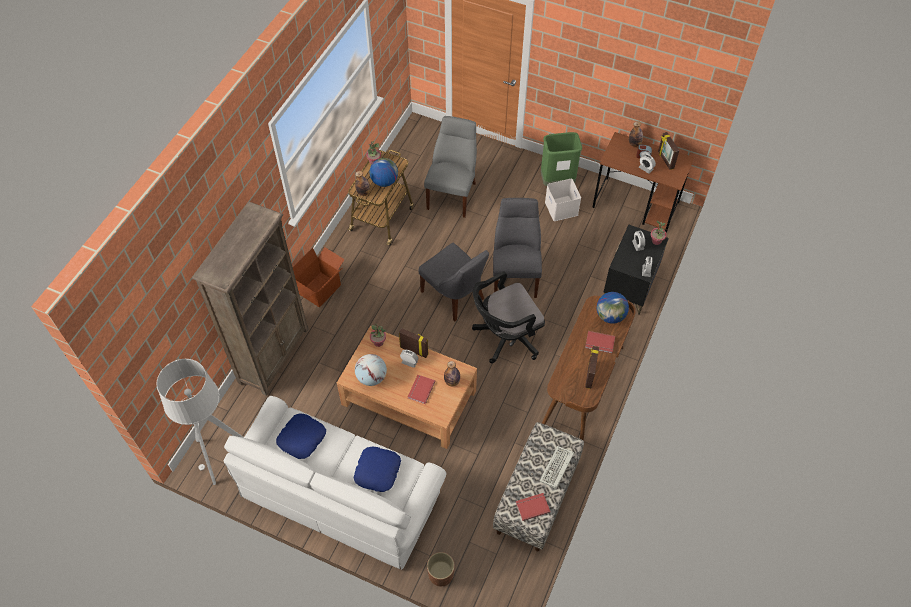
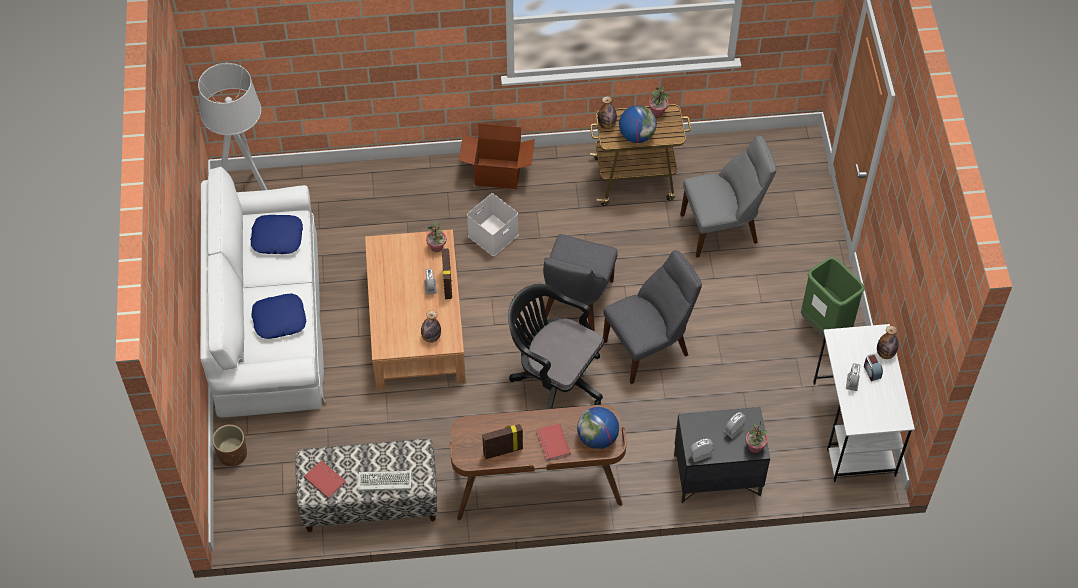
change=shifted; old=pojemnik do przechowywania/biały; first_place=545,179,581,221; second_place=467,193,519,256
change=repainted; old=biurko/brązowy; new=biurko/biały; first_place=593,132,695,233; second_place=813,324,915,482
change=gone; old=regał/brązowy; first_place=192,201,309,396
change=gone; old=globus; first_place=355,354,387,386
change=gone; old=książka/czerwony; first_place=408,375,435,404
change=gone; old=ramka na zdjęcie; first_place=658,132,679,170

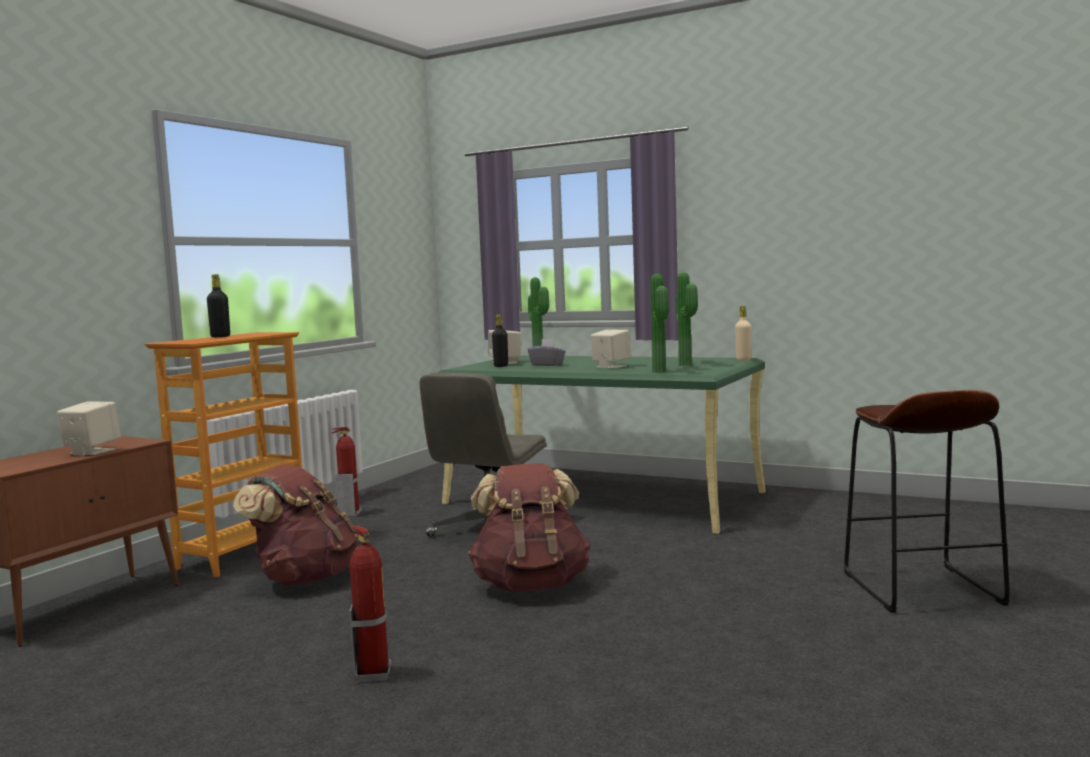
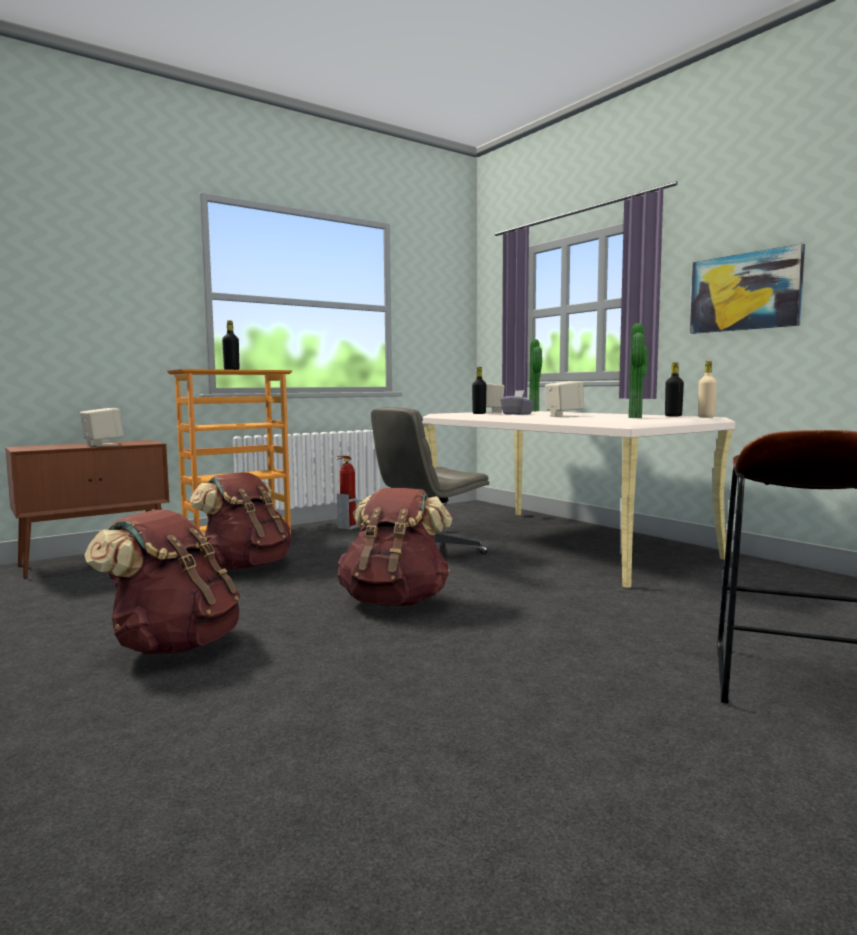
change=swapped; old=gaśnica; new=plecak/brązowy; first_place=349,526,391,683; second_place=84,510,241,654
change=repainted; old=biurko/zielony; new=biurko/beżowy; first_place=439,355,766,534; second_place=422,411,735,588
change=new; new=butelka/czarny; second_place=665,362,684,416
change=new; new=obraz; second_place=690,244,805,334
change=gone; old=roślina doniczkowa; first_place=650,274,669,373

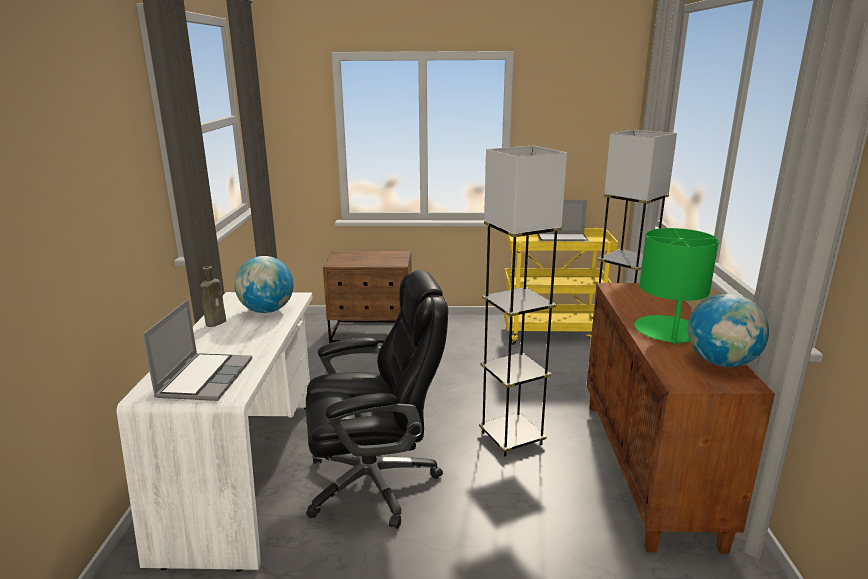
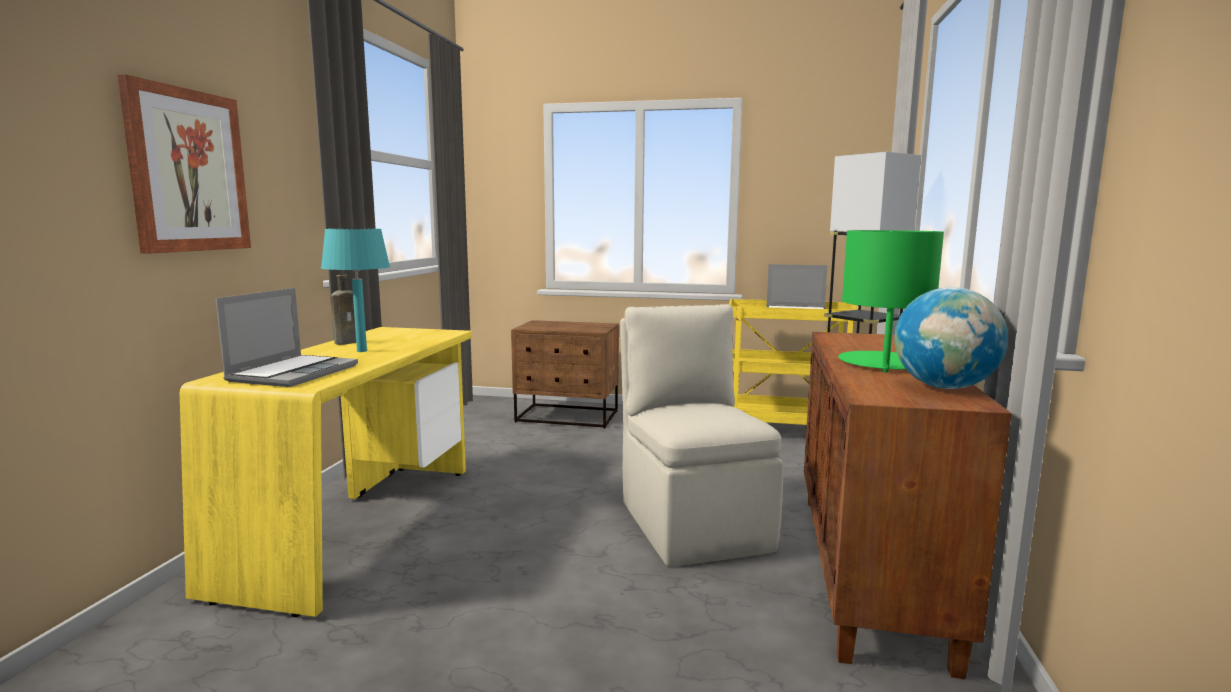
change=new; new=obraz; second_place=117,74,251,254
change=repainted; old=biurko/biały; new=biurko/żółty; first_place=117,292,313,572; second_place=180,327,472,617
change=new; new=lampa stołowa/turkusowy; second_place=321,228,390,352
change=swapped; old=lampa stojąca/szary; new=krzesło/beżowy; first_place=479,146,567,457; second_place=620,304,784,567
change=gone; old=globus; first_place=234,256,294,313
change=gone; old=krzesło biurowe/czarny; first_place=306,270,448,529

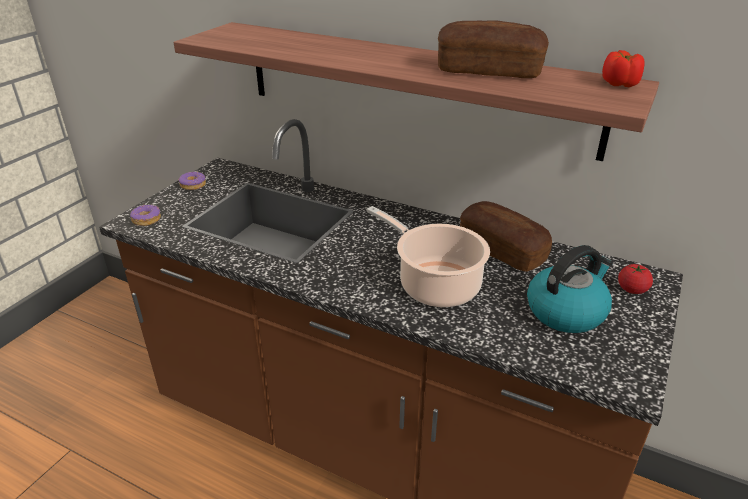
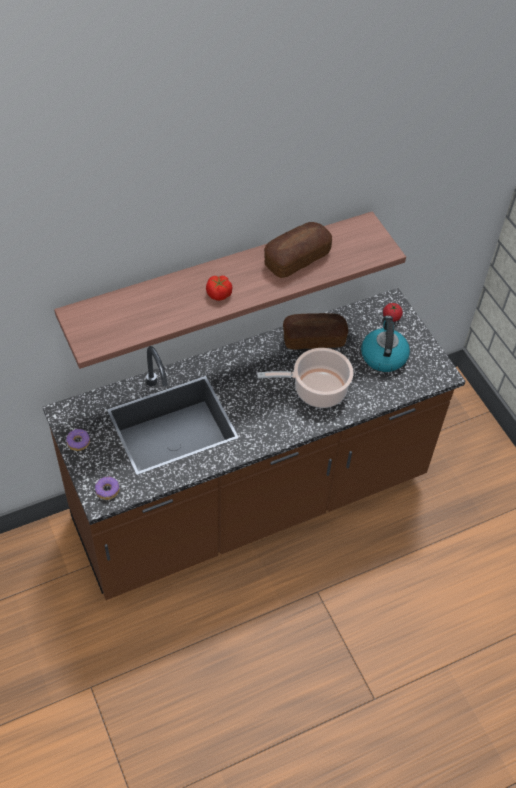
change=shifted; old=pomidor; first_place=602,50,645,87; second_place=206,276,232,301

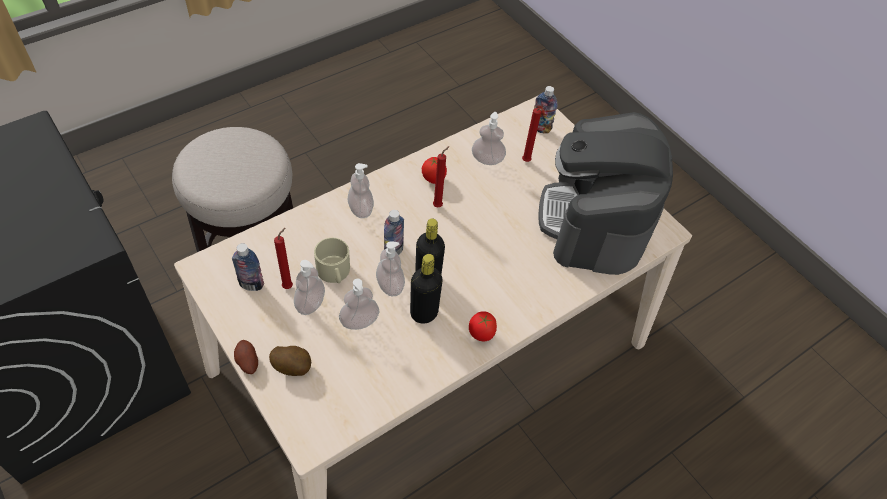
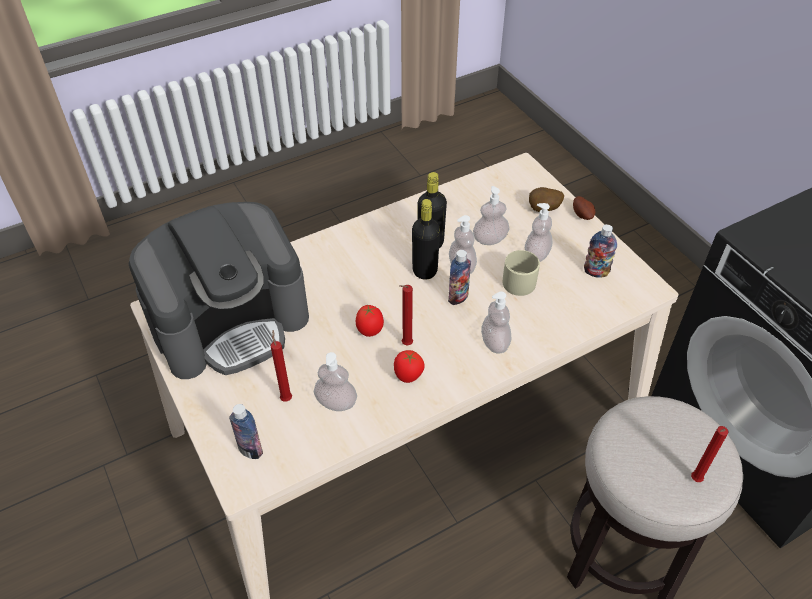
change=rotated; old=ekspres do kawy; first_place=538,112,673,275; second_place=129,202,309,379; degrees=45
change=shifted; old=pomidor; first_place=469,311,497,341; second_place=356,305,384,337
change=shifted; old=świeca/czerwony; first_place=274,228,293,289; second_place=691,426,729,482

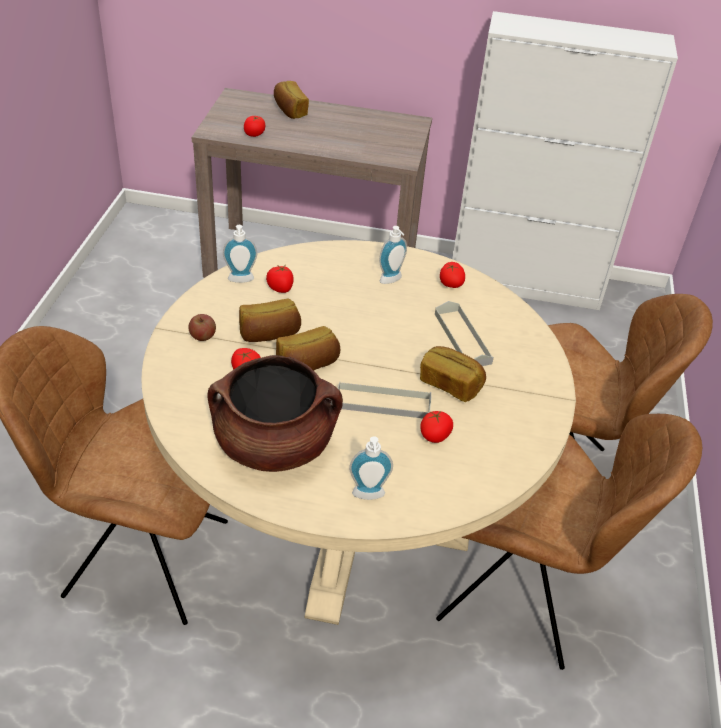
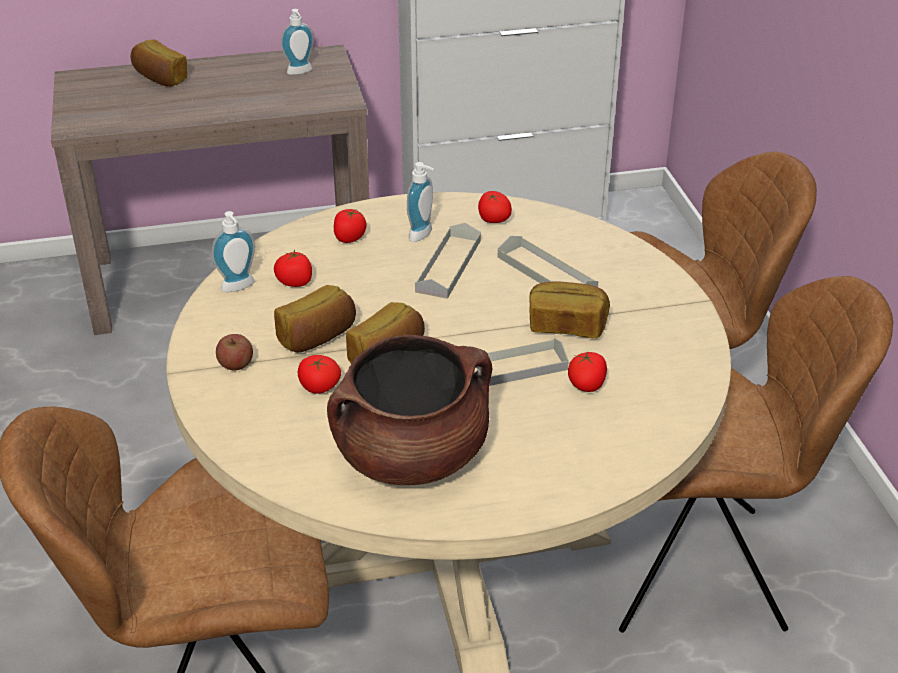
change=shifted; old=dozownik mydła; first_place=349,436,393,500; second_place=281,9,314,75
change=shifted; old=pomidor; first_place=244,116,265,137; second_place=334,209,366,243
change=new; new=taca/szary; second_place=415,223,481,299

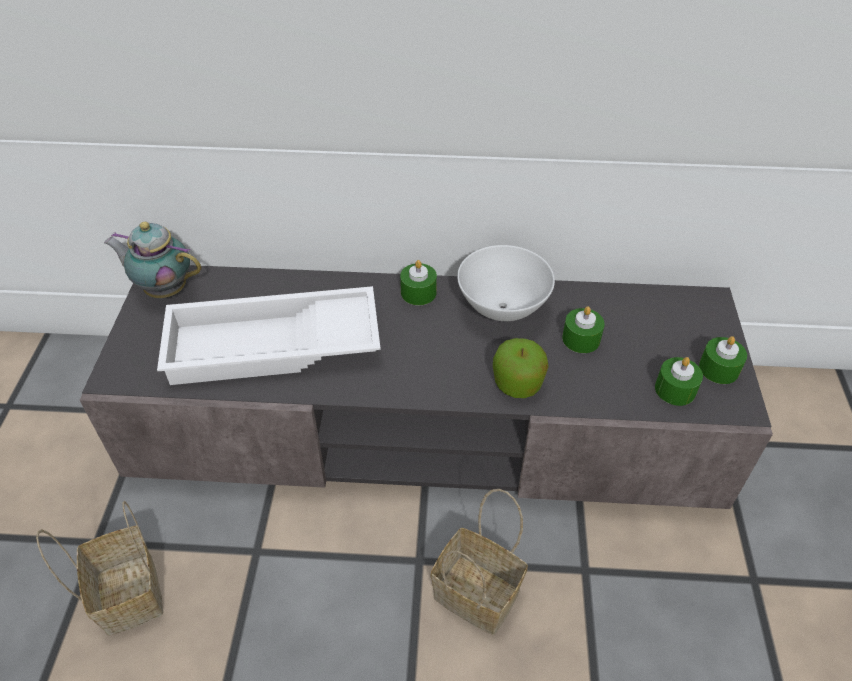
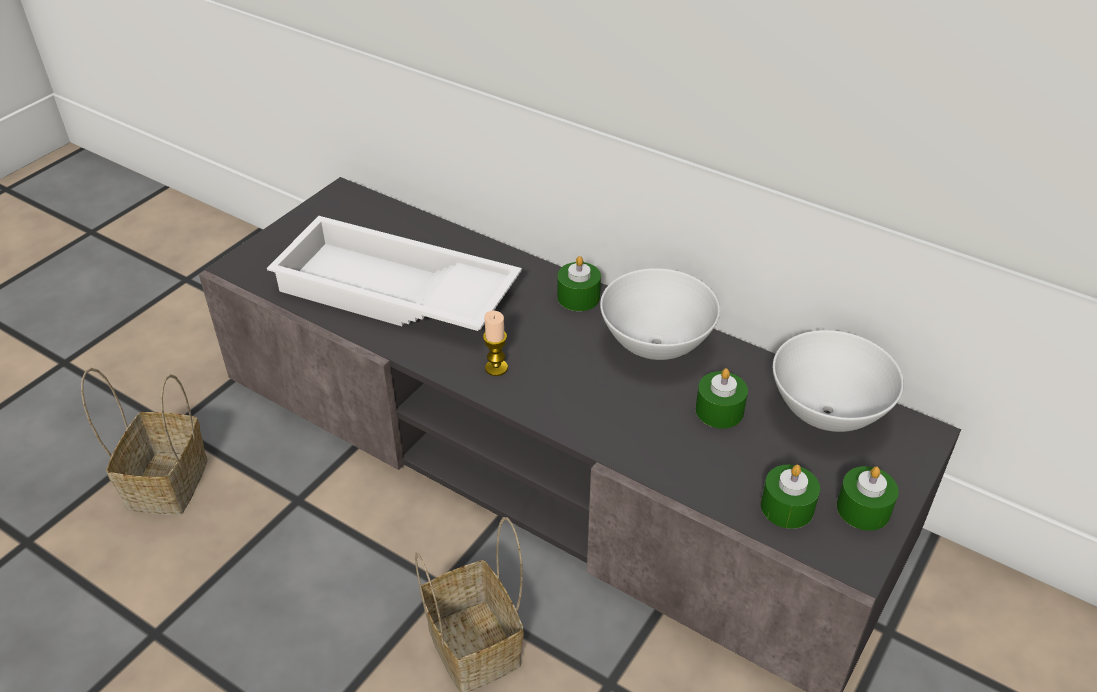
change=new; new=świeca; second_place=483,311,508,376
change=new; new=miska/biały; second_place=773,330,904,432
change=gone; old=imbryk; first_place=104,222,201,298
change=gone; old=jabłko; first_place=493,338,549,398

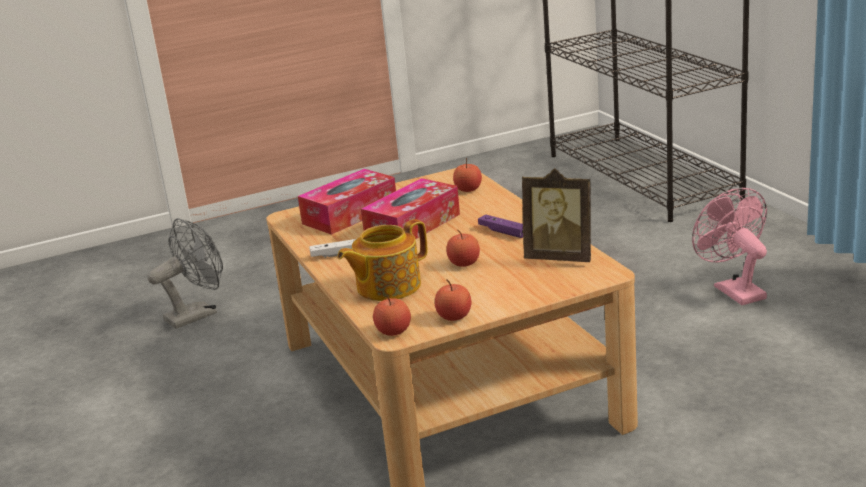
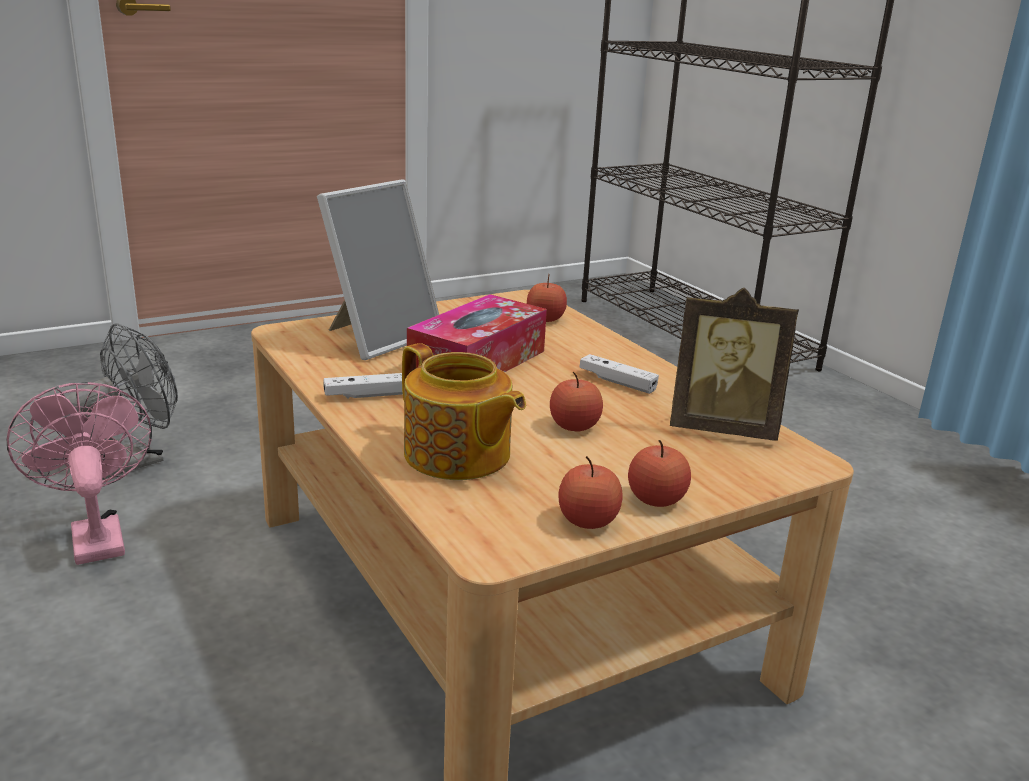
change=shifted; old=wentylator/różowy; first_place=692,188,767,305; second_place=7,382,152,565
change=swapped; old=pudełko chusteczek; new=ramka na zdjęcie; first_place=298,169,396,235; second_place=317,179,439,360
change=rotated; old=imbryk; first_place=337,219,427,301; second_place=402,343,526,480; degrees=-90
change=repainted; old=pad do gier/fioletowy; new=pad do gier/biały; first_place=478,214,523,238; second_place=579,354,659,394
change=shifted; old=jabłko; first_place=373,295,411,336; second_place=628,440,691,507

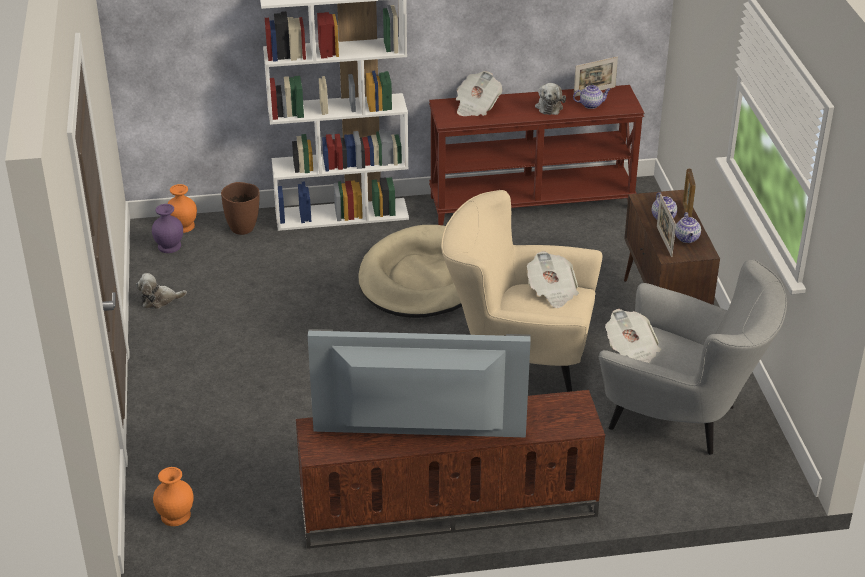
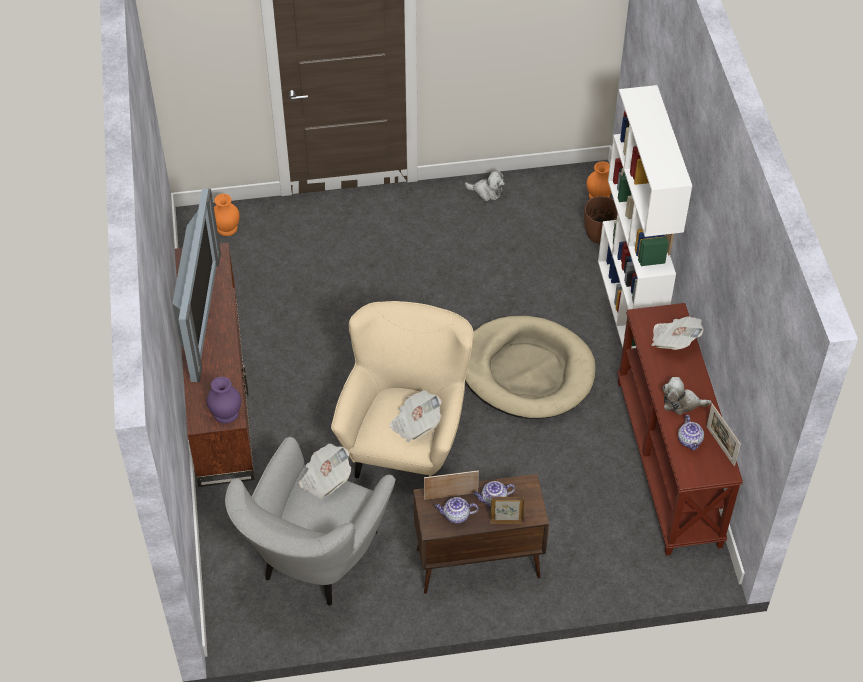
change=shifted; old=wazon/fioletowy; first_place=152,204,183,253; second_place=207,377,241,424
change=rotated; old=pluszak; first_place=136,273,187,309; second_place=465,170,505,201; degrees=120

